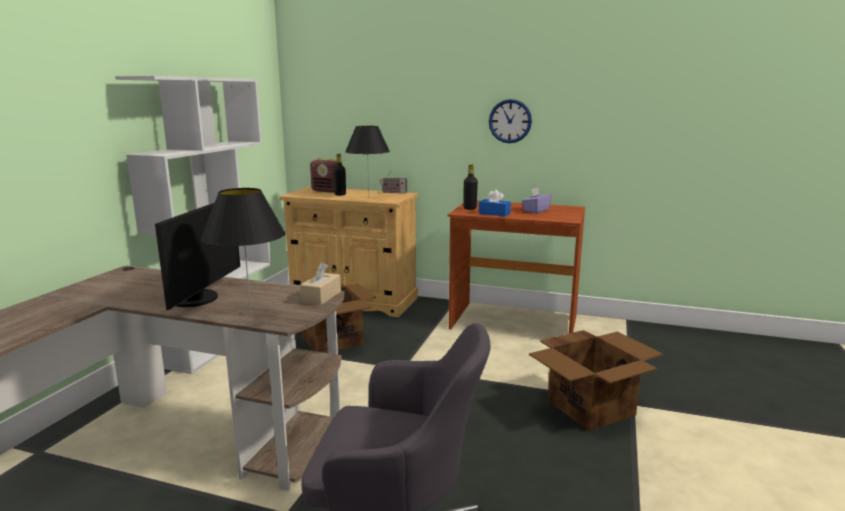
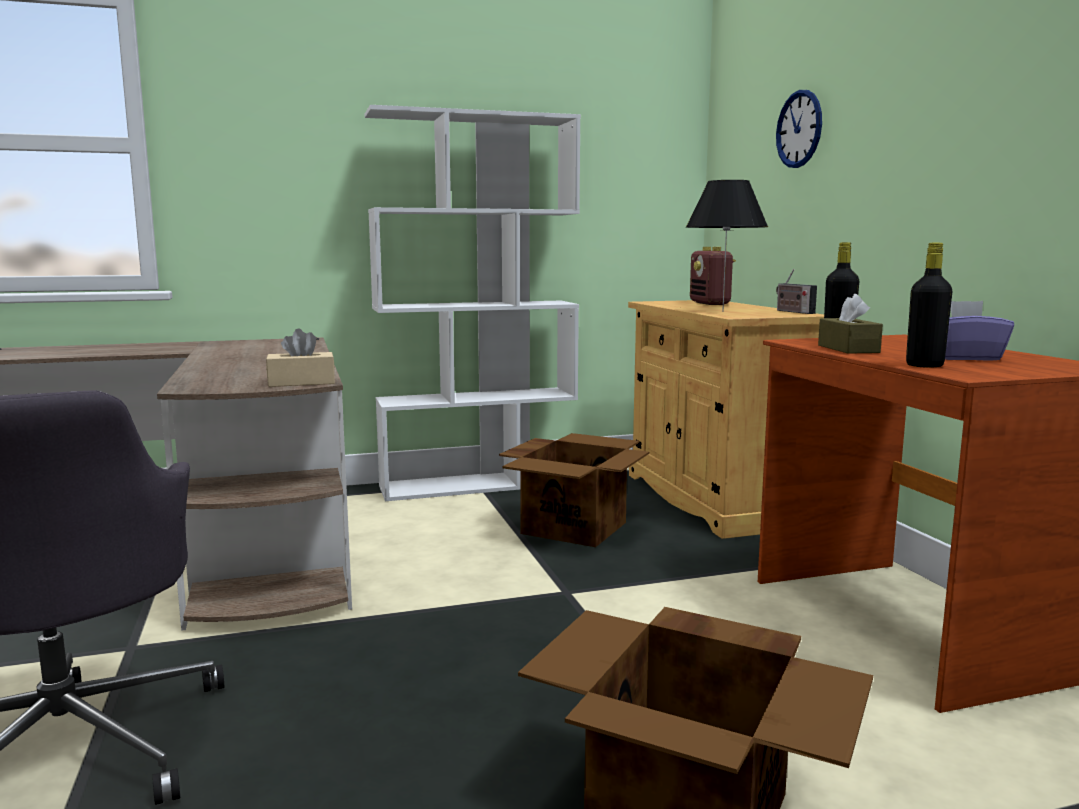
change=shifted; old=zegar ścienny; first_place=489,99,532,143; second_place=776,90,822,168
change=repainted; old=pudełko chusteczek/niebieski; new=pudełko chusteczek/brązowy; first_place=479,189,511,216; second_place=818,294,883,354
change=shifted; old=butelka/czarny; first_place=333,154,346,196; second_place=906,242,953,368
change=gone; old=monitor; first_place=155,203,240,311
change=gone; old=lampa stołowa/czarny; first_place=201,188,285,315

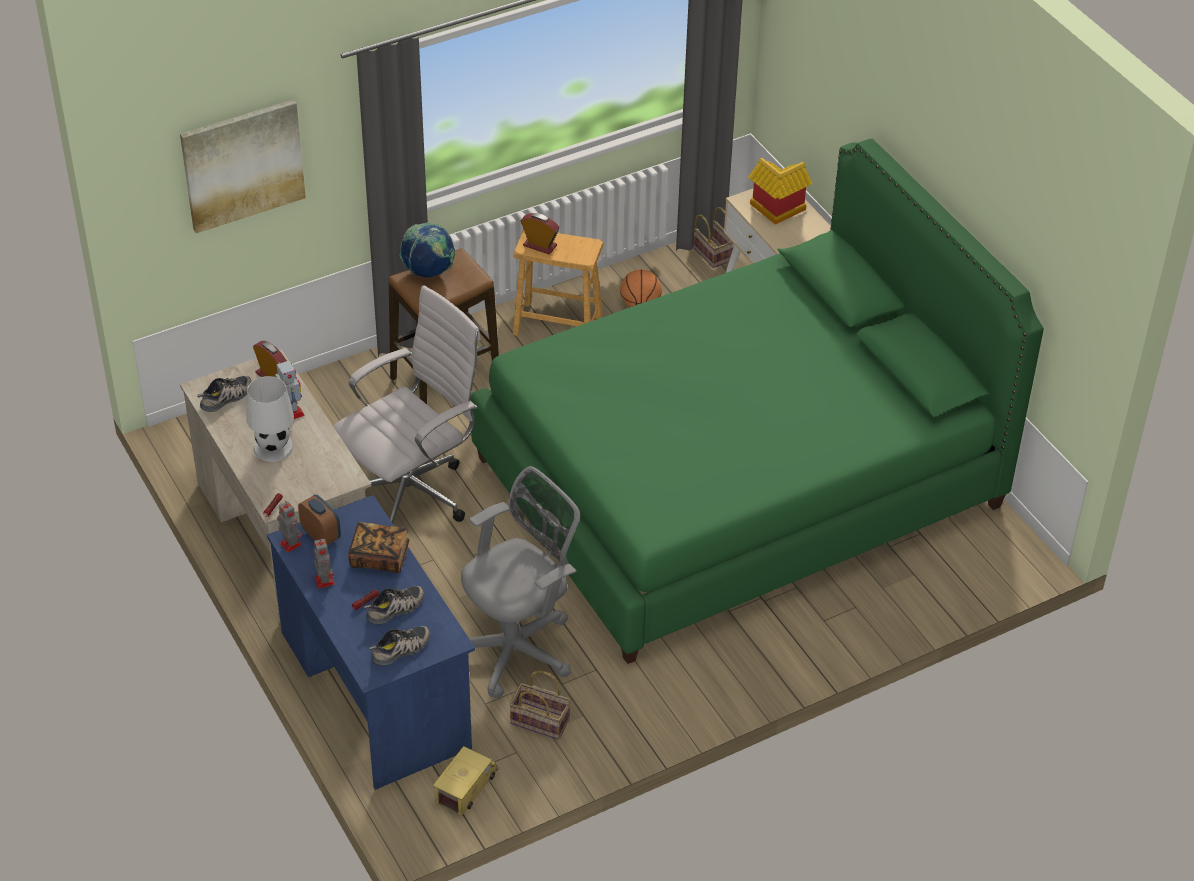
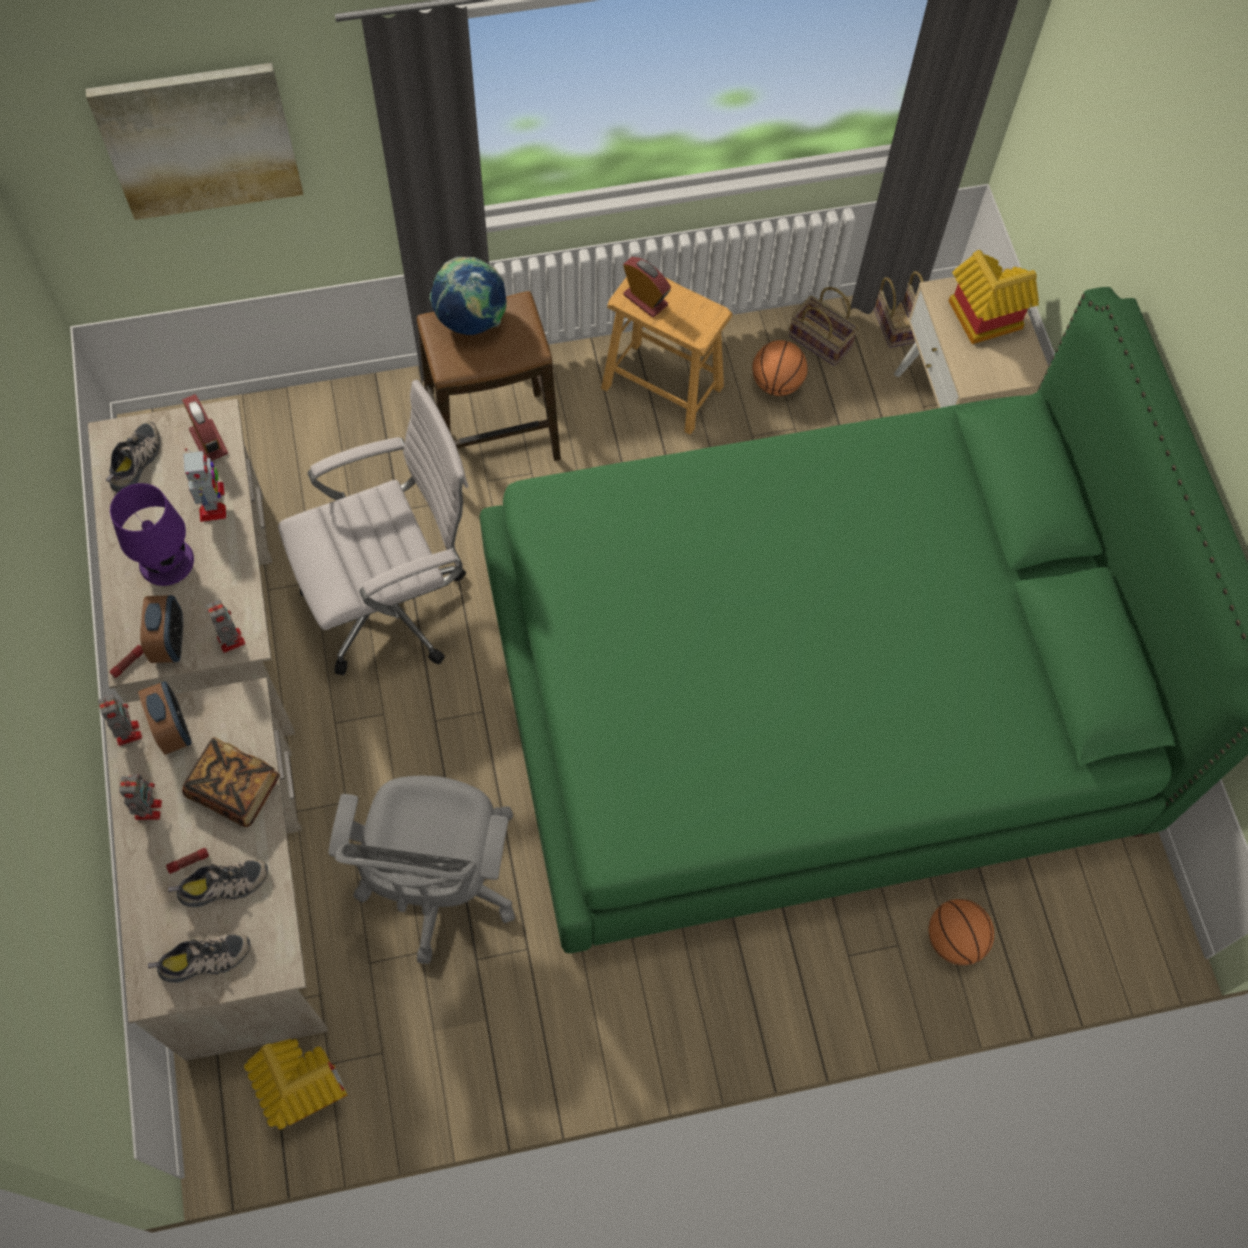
change=repainted; old=biurko/niebieski; new=biurko/beżowy; first_place=267,495,475,790; second_place=105,677,328,1061
change=rotated; old=but; first_place=197,376,251,412; second_place=106,421,161,492; degrees=-45
change=repainted; old=lampa stołowa/biały; new=lampa stołowa/fioletowy; first_place=246,376,294,462; second_place=110,483,194,586
change=new; new=budzik; second_place=140,595,183,663
change=new; new=robot zabawkowy; second_place=206,600,246,653
change=swapped; old=ciężarówka zabawkowa; new=domek; first_place=433,746,498,816; second_place=244,1039,348,1130
change=rotated; old=krzesło biurowe/szary; first_place=461,466,580,698; second_place=329,776,515,964; degrees=120
change=shifted; old=koszyk; first_place=509,670,571,740; second_place=789,287,858,366
change=new; new=piłka do koszykówki; second_place=929,899,994,965

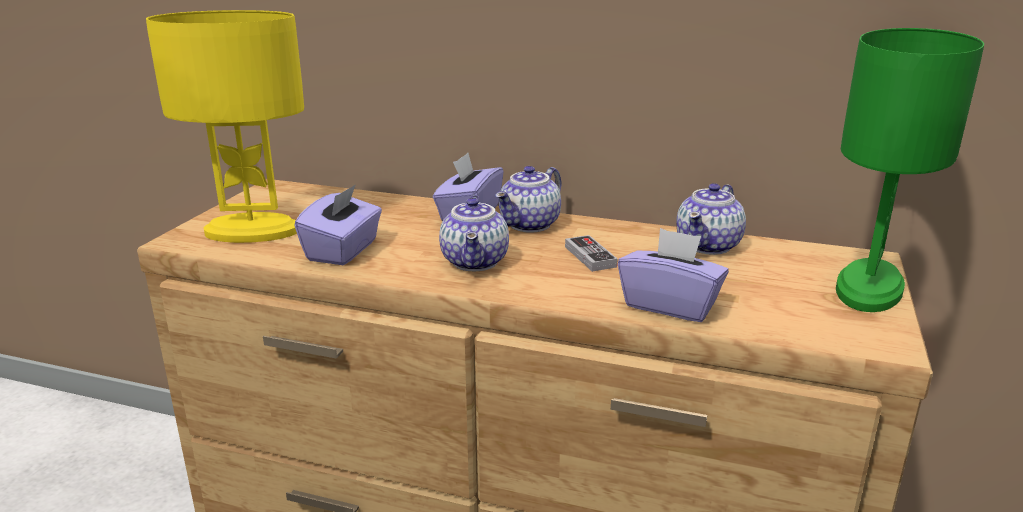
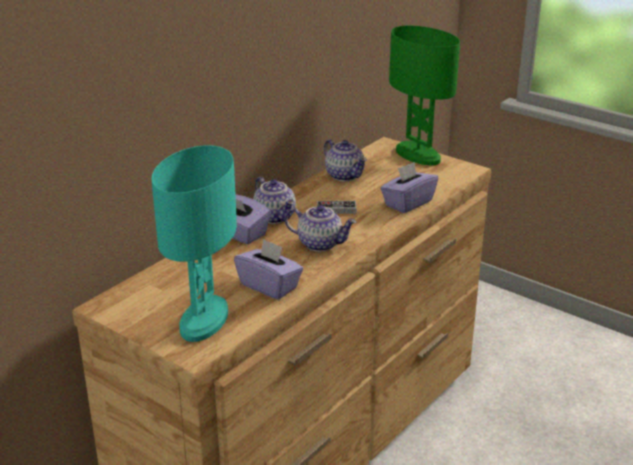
change=repainted; old=lampa stołowa/żółty; new=lampa stołowa/turkusowy; first_place=146,10,304,243; second_place=152,145,237,342

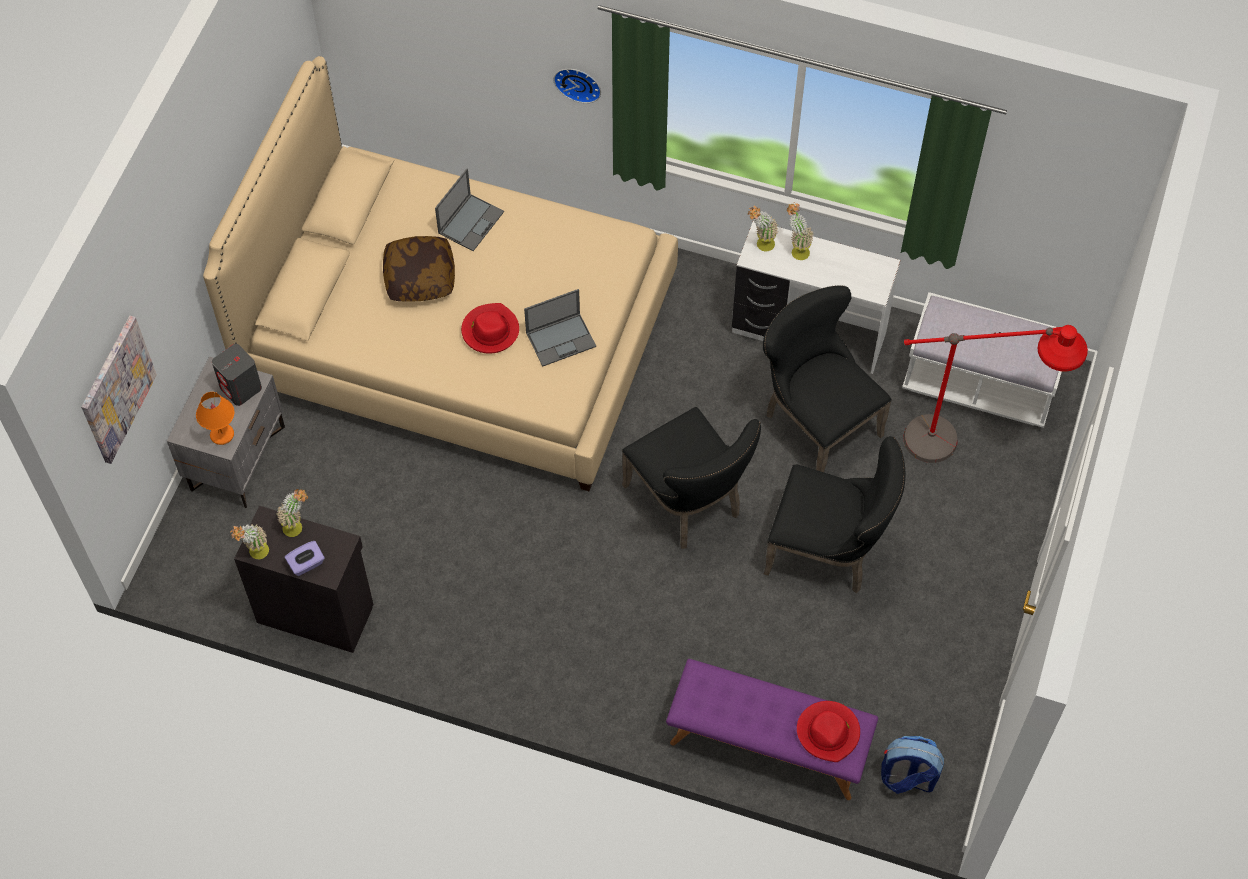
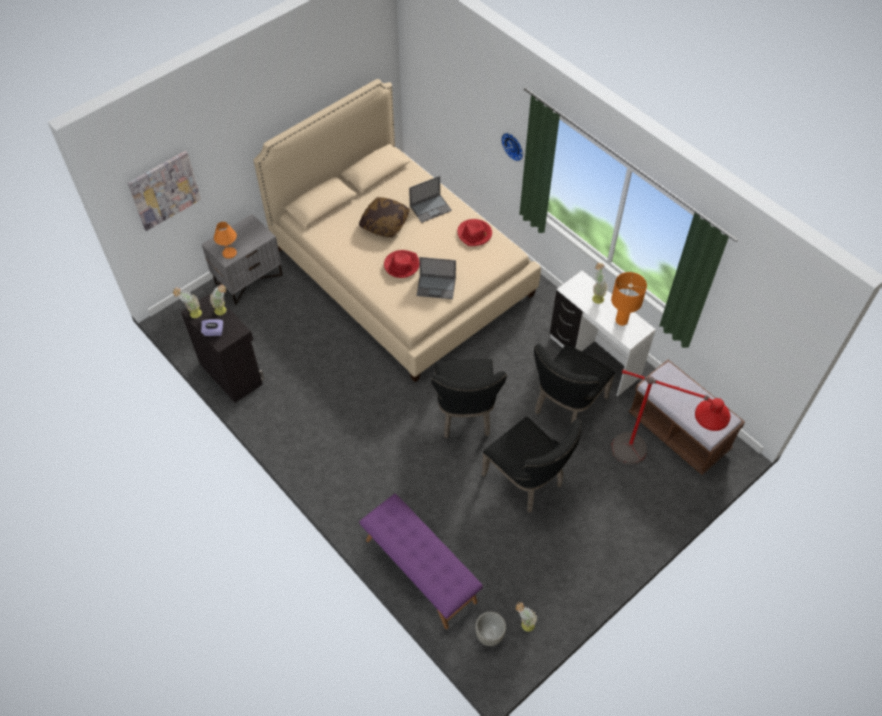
change=shifted; old=kapelusz/czerwony; first_place=797,701,860,762; second_place=457,219,492,246
change=swapped; old=plecak; new=donica/szary; first_place=881,736,944,794; second_place=475,611,506,646
change=shifted; old=roślina doniczkowa; first_place=748,205,778,252; second_place=516,602,537,632
change=rotated; old=krzesło/czarny; first_place=763,285,892,472; second_place=534,344,615,423; degrees=-135
change=new; new=lampa stołowa/pomarańczowy; second_place=611,272,647,326
change=repainted; old=ławka/biały; new=ławka/brązowy; first_place=902,292,1062,428; second_place=629,359,745,475
change=gone; old=głośnik/szary; first_place=212,344,262,406

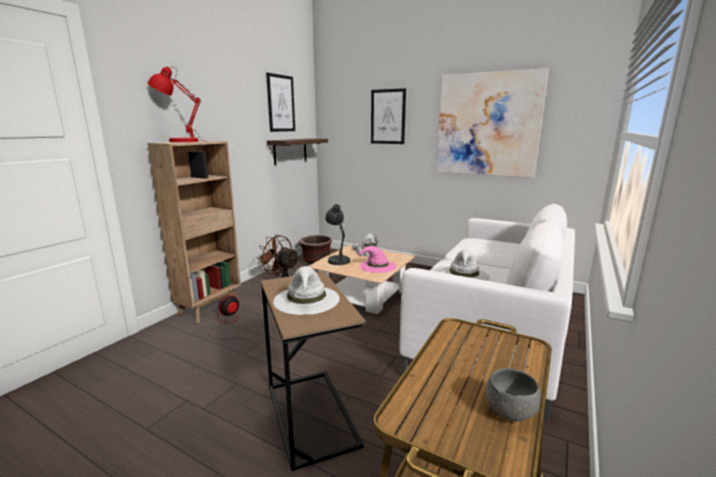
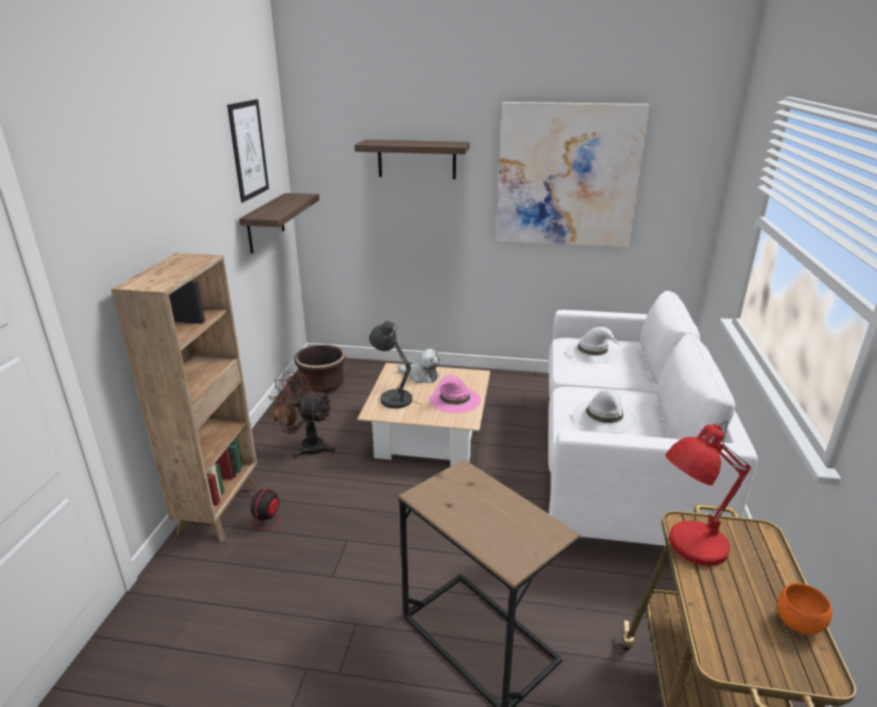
change=swapped; old=obraz; new=półka; first_place=371,88,406,144; second_place=354,140,470,179
change=shifted; old=kapelusz/biały; first_place=273,266,340,315; second_place=567,327,620,363
change=shifted; old=lampa stołowa/czerwony; first_place=147,67,203,142; second_place=665,421,751,566
change=repainted; old=miska/szary; new=miska/pomarańczowy; first_place=486,368,541,421; second_place=777,583,832,635

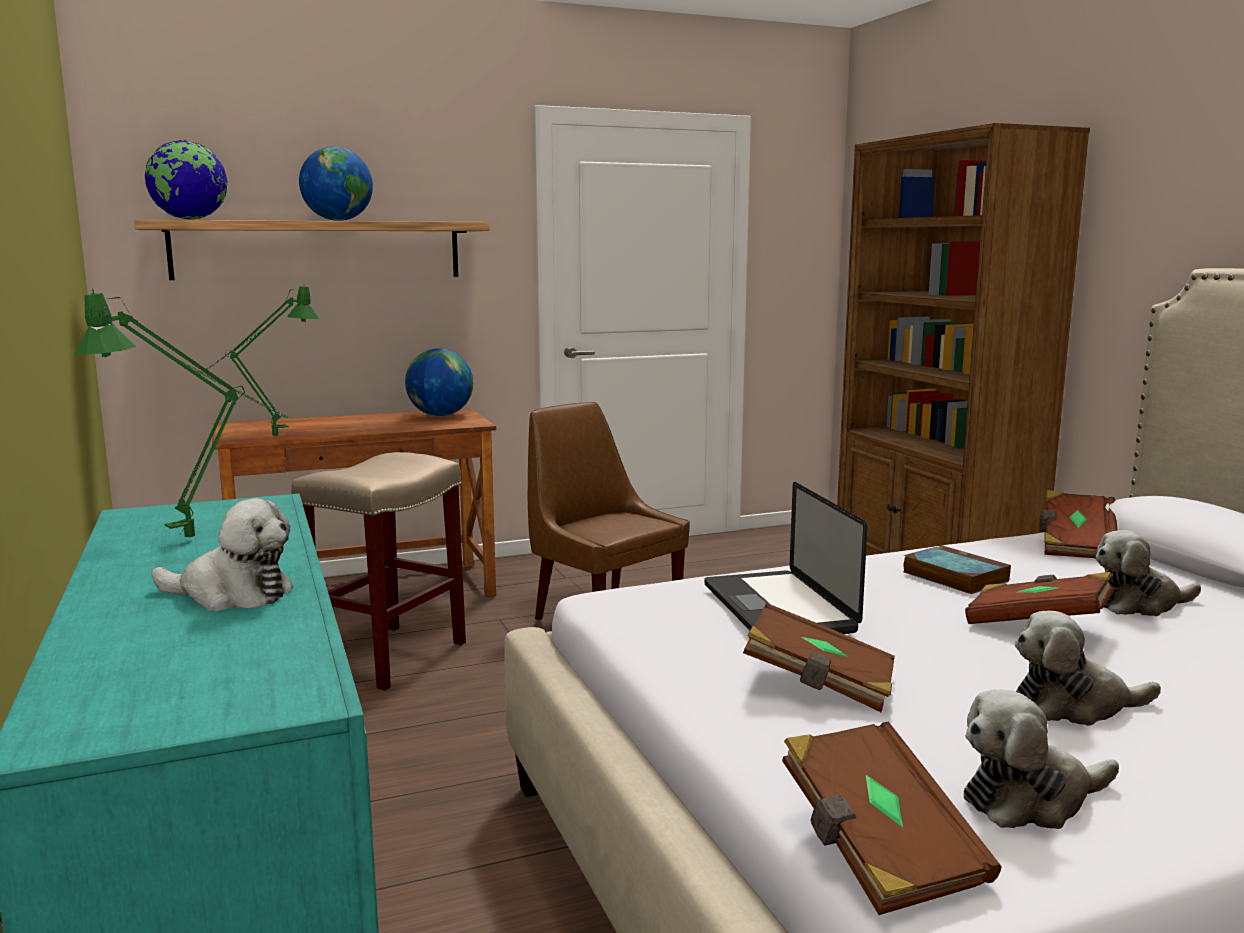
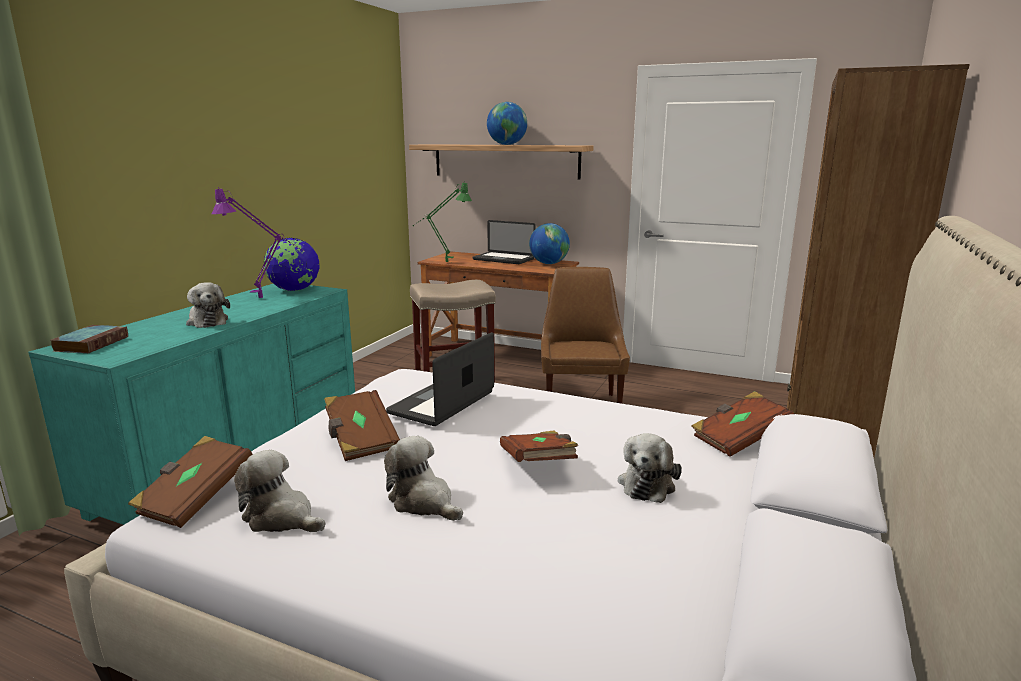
change=shifted; old=książka; first_place=903,545,1011,594; second_place=51,325,128,353
change=repainted; old=lampa stołowa/zielony; new=lampa stołowa/fioletowy; first_place=74,289,288,538; second_place=212,187,305,298
change=shifted; old=globus; first_place=145,140,228,219; second_place=264,238,320,291
change=new; new=laptop; second_place=472,220,536,264
change=rotated; old=pluszak; first_place=1095,530,1201,616; second_place=618,433,682,503; degrees=-105

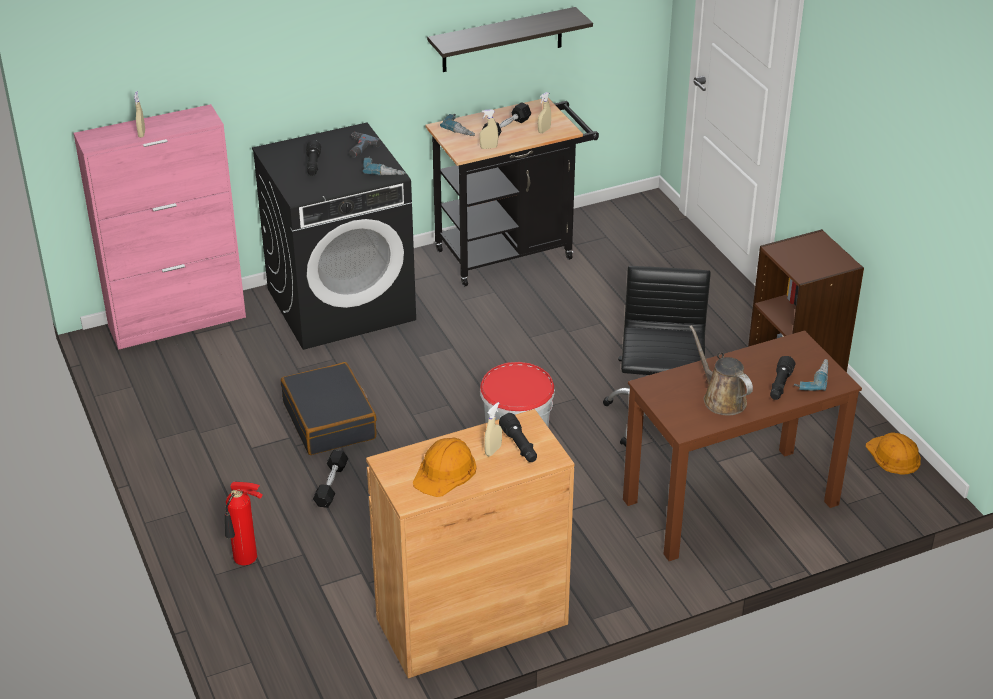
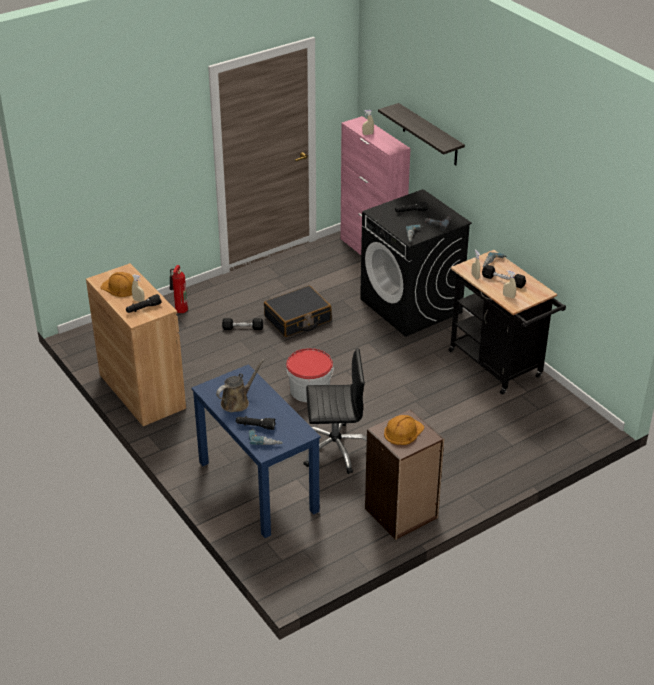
change=repainted; old=biurko/brązowy; new=biurko/niebieski; first_place=623,330,862,561; second_place=191,364,321,538
change=shifted; old=półka; first_place=427,7,593,72; second_place=378,103,465,165
change=shifted; old=kask/pomarańczowy; first_place=866,432,921,475; second_place=384,415,424,445

